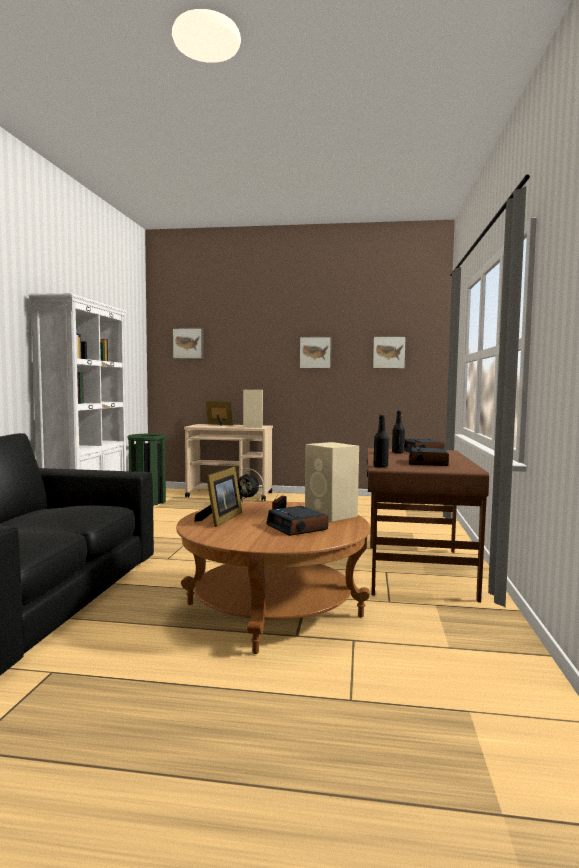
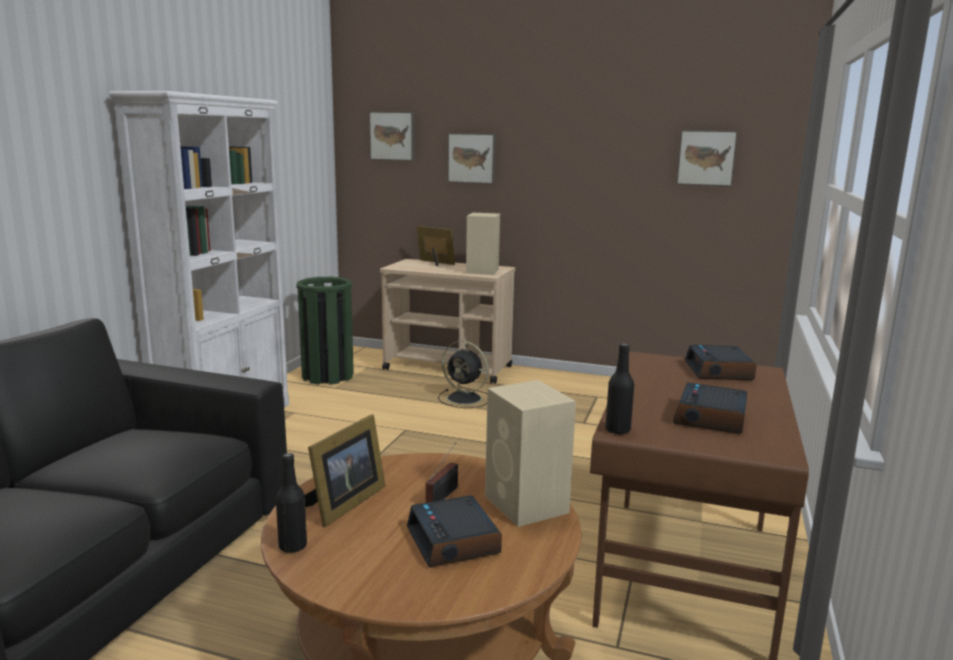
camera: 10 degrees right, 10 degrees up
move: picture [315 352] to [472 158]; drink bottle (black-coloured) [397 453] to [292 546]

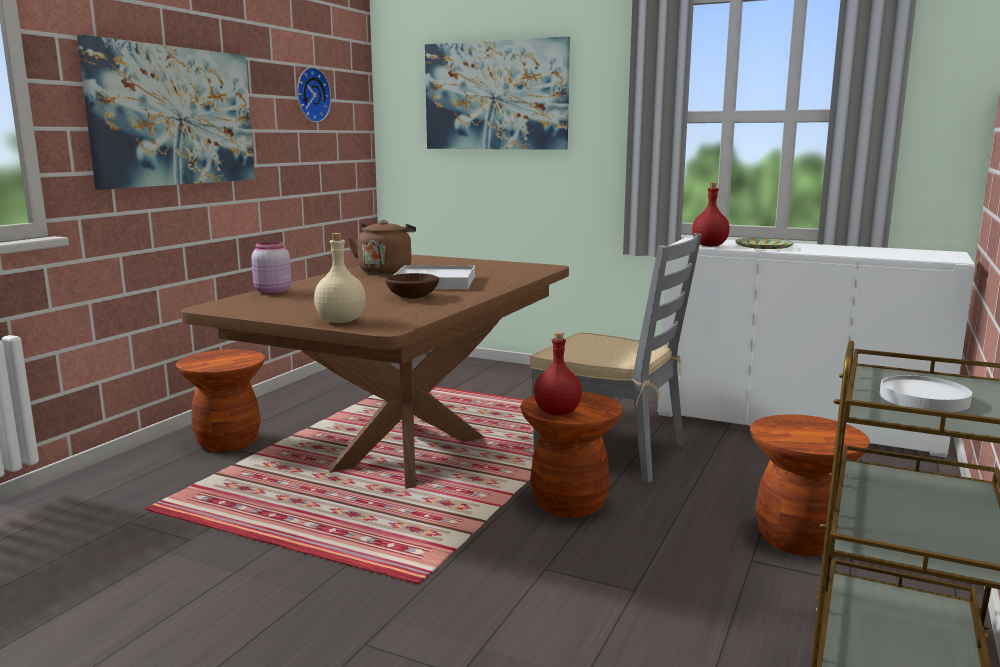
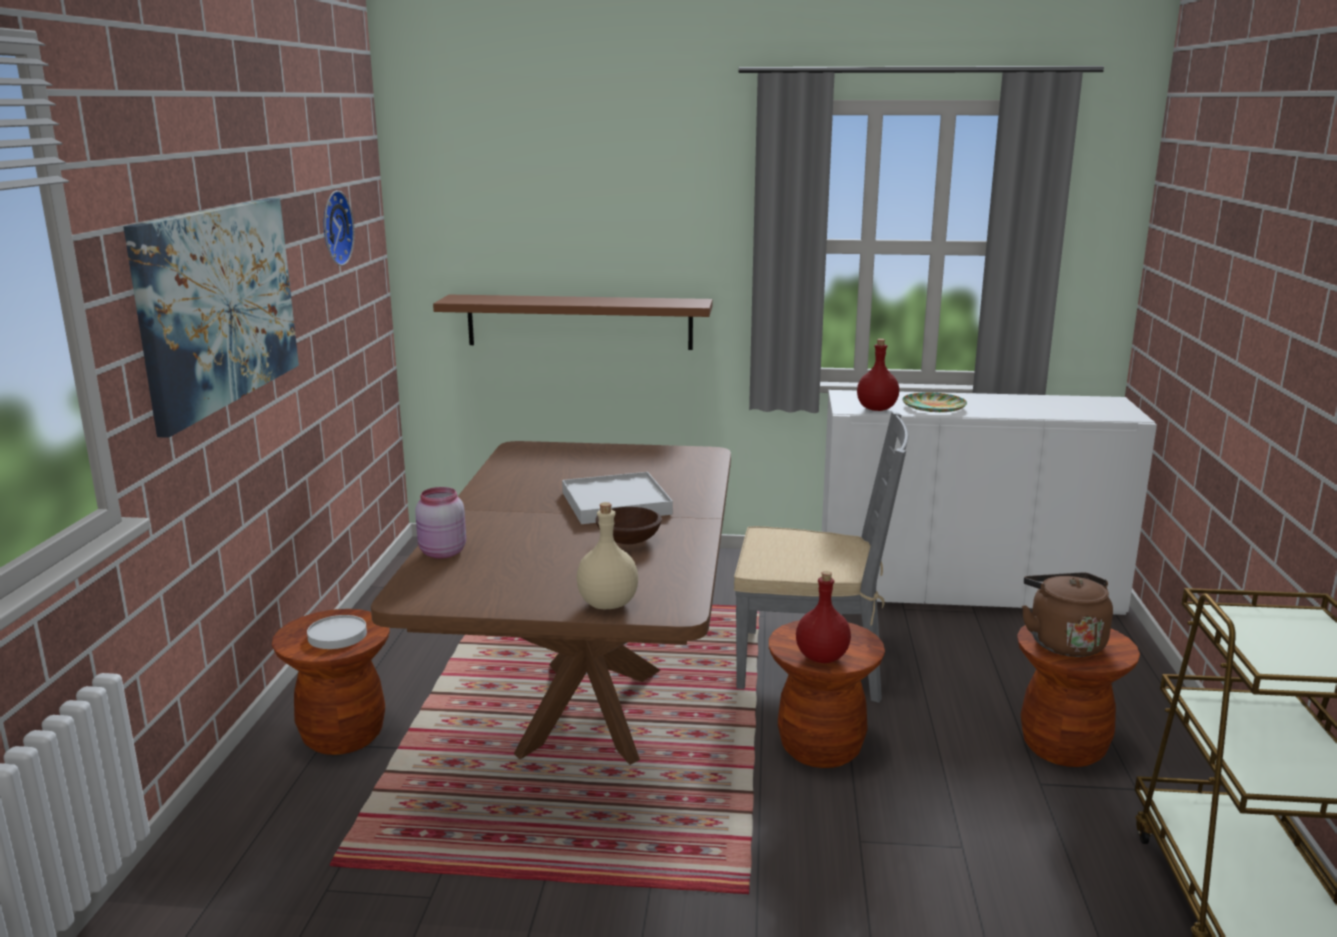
camera: 20 degrees left, 5 degrees up
delete: picture [496 95]
insert: bracket shelf (brown-coloured) [579 322]
move: tea kettle (brown-coloured) [385 271] to [1063 642]; dinner plate (white) [924 399] to [337 635]

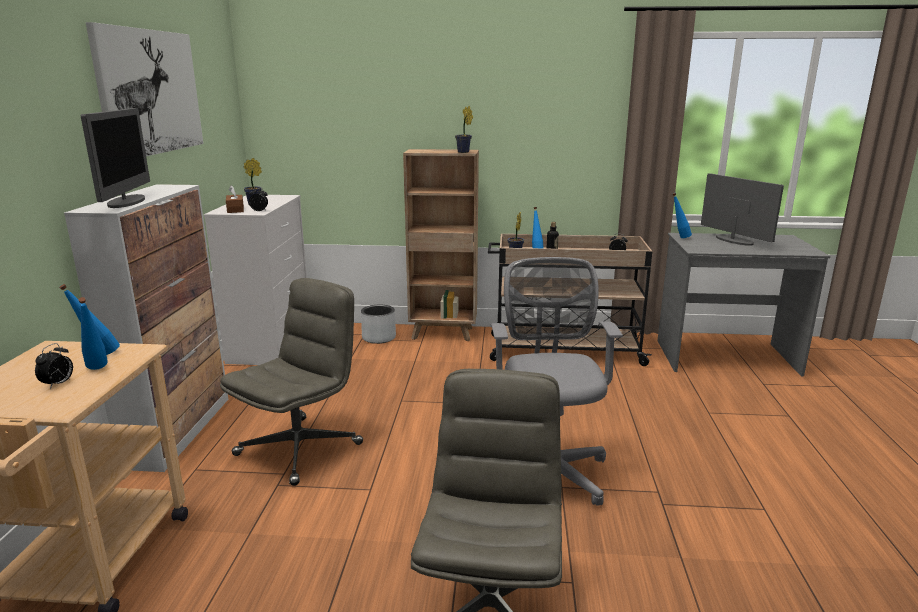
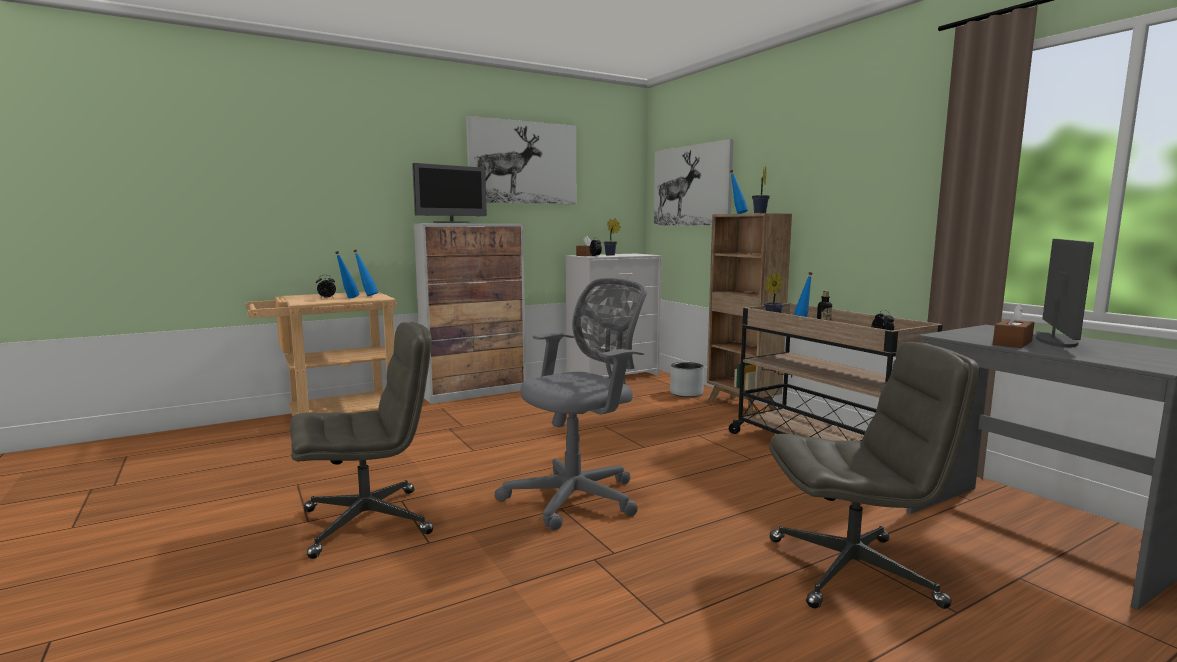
camera: 55 degrees right, 10 degrees down
insert: picture [691 186]; tissue box (brown-coloured) [1012 343]
move: drink bottle (bluish) [679 237] to [737 214]; office chair (greyish) [300 448] to [853 571]

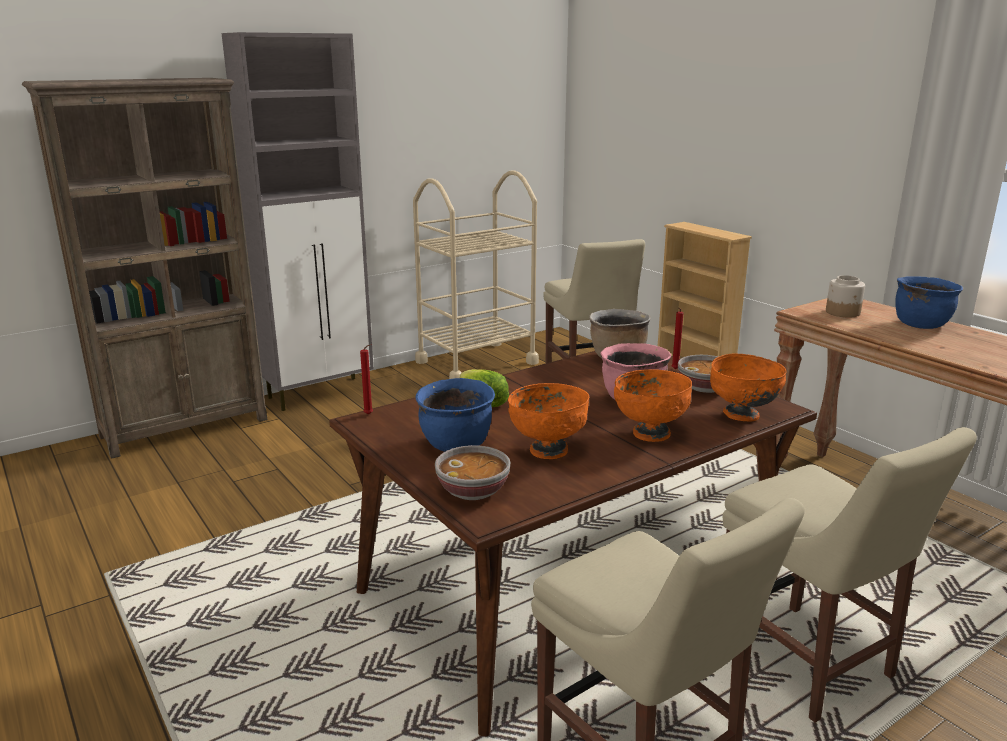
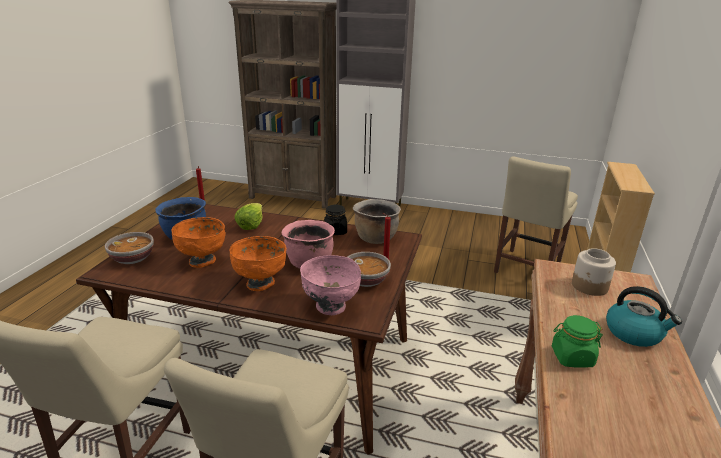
camera: 50 degrees right, 5 degrees up
delete: cart (sand-coloured) [476 362]
insert: jar (black-coloured) [335 231]; jar (green) [572 357]
replace: saucepot (bluish) [920 324] to tea kettle [634 333]
recolor: serving bowl (orange) [742 415] to serving bowl (pink-coloured) [330 307]

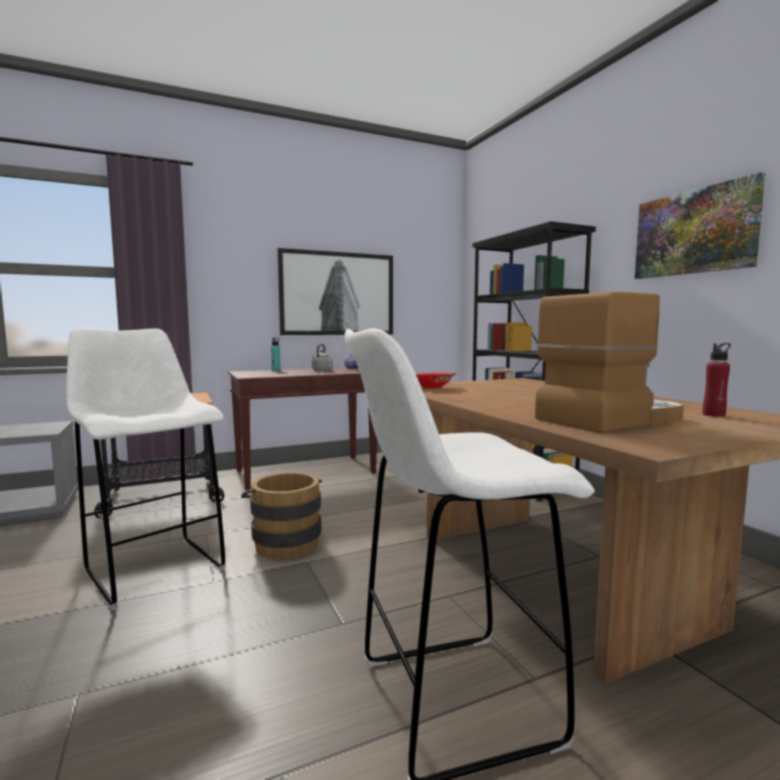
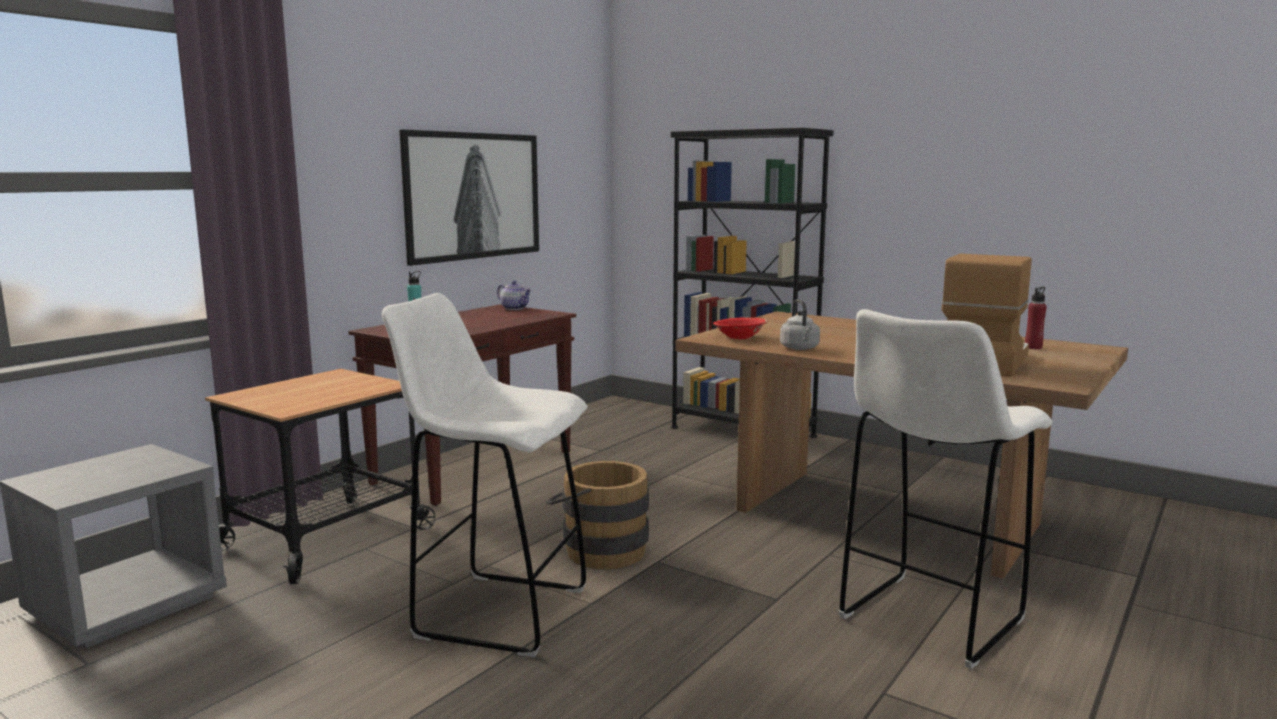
camera: 30 degrees left, 5 degrees up
delete: picture [694 232]
move: tea kettle (greyish) [321 370] to [800 348]

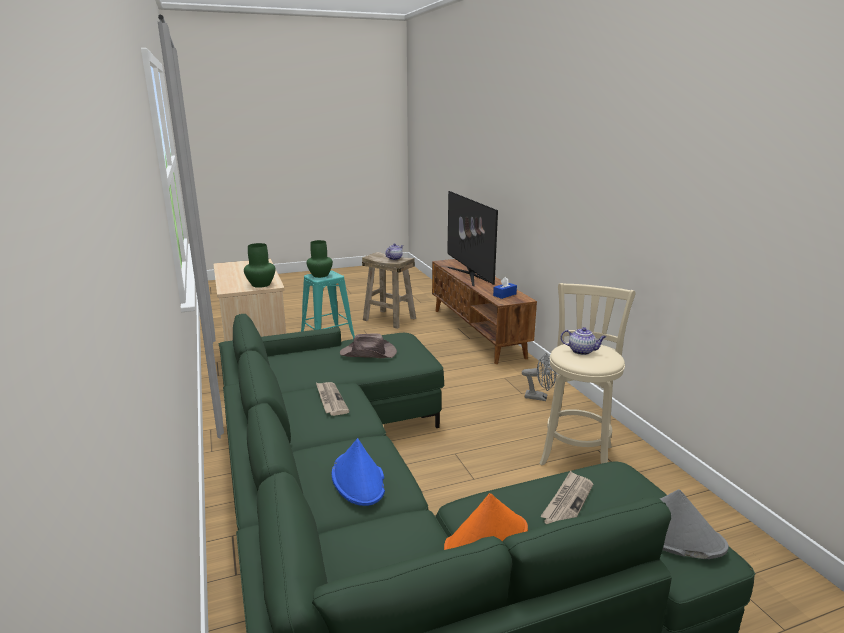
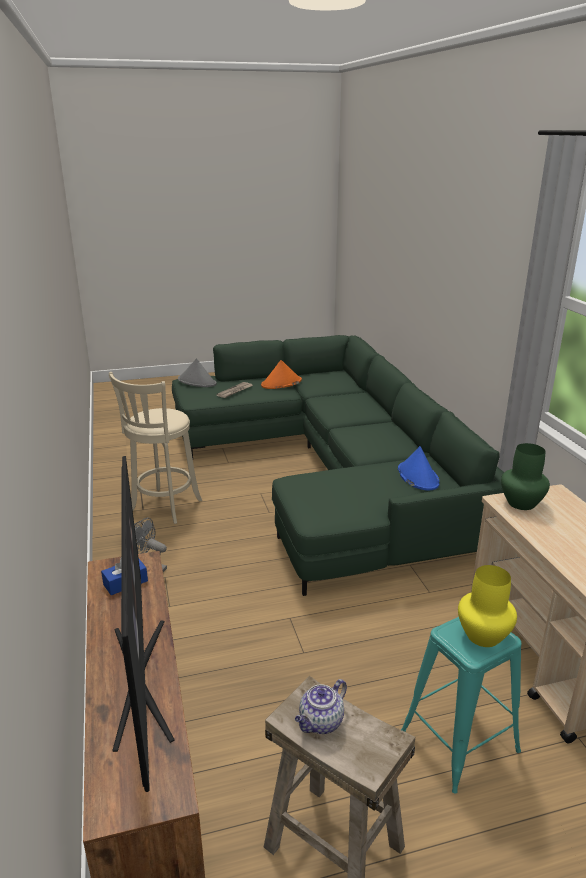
camera: 175 degrees left, 5 degrees up
delete: tea pot [582 351]; clothing hat (brown-coloured) [369 353]; printed paper [330 400]
move: clothing hat (bluish) [358 479] to [417 476]
recolor: vase (green) [320 275] to vase (yellowish) [484 636]

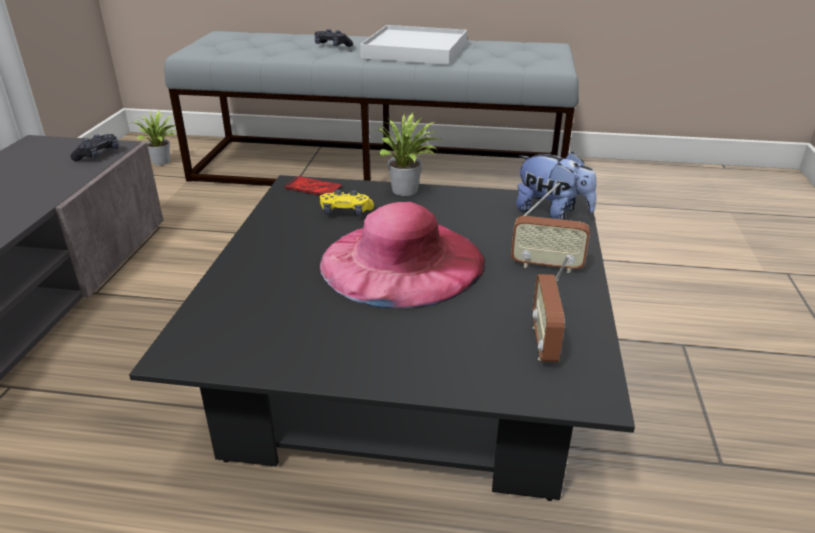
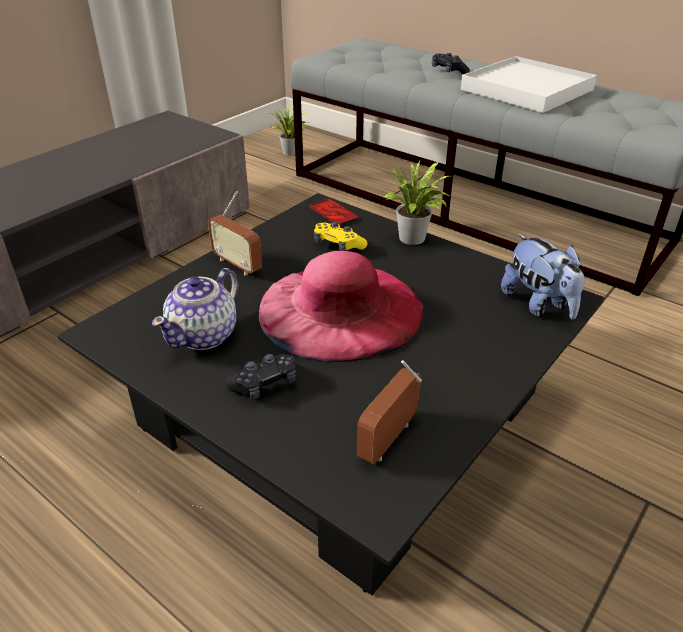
camera: 30 degrees right, 5 degrees up
insert: tea pot [204 335]
move: game controller (black-coloured) [98 155] to [264 384]; radio [546 265] to [237 265]

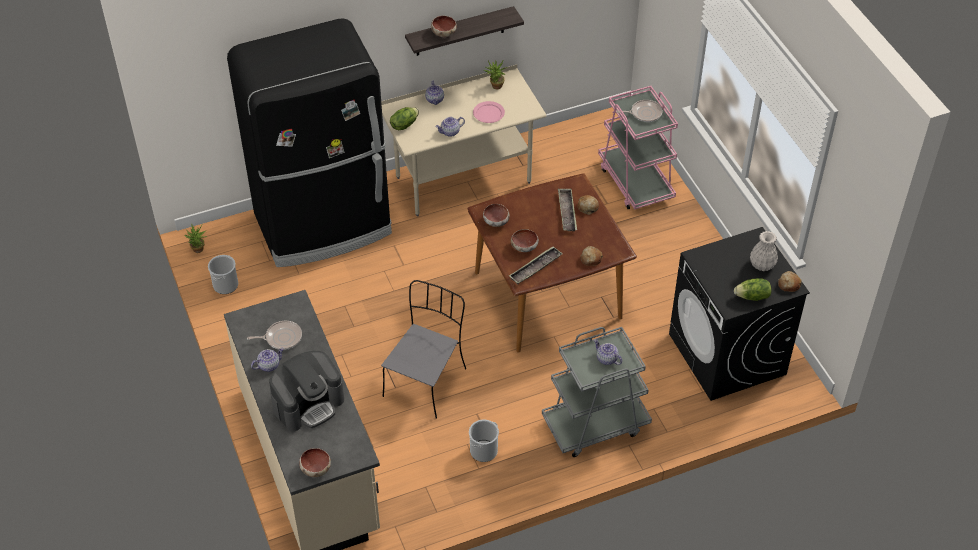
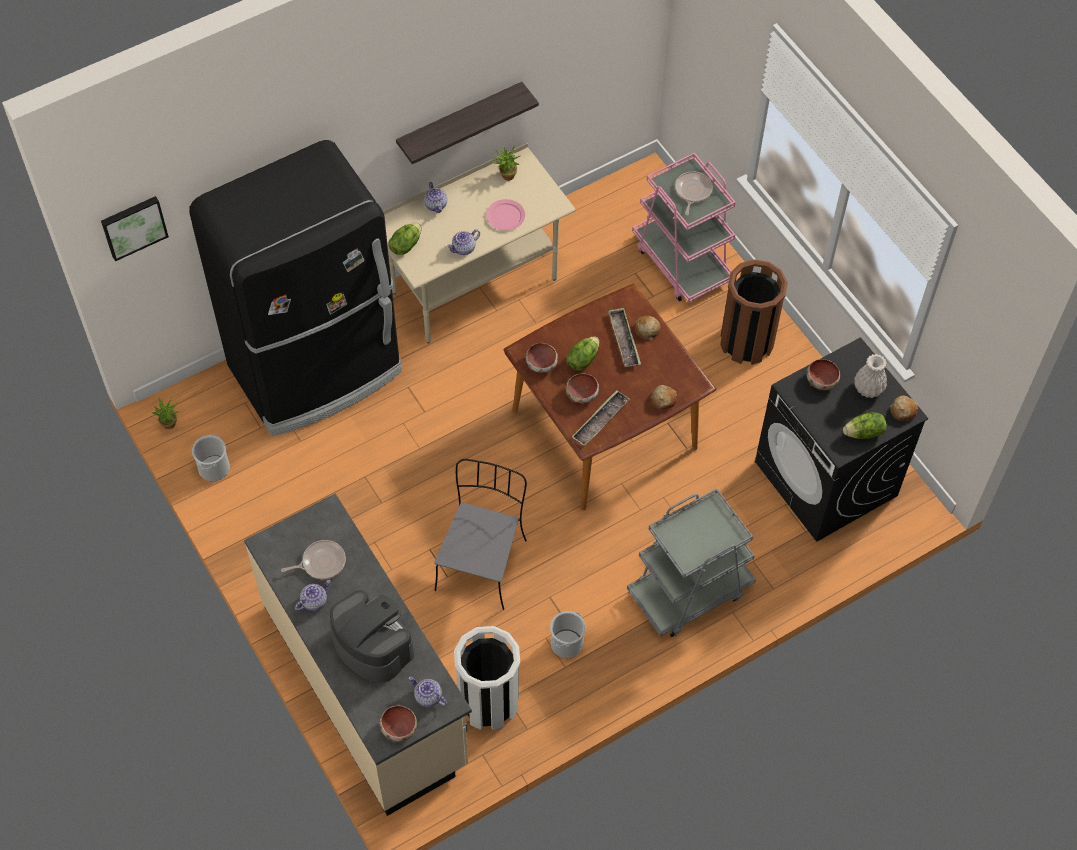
camera: 10 degrees left, 10 degrees up
insert: picture [133 226]; trash can (brown-coloured) [746 342]; lettuce head [582 359]; trash can (white) [488 702]
move: serving bowl [443 33] to [821 380]; tea pot [606 359] to [427 697]
rotate: skillet [644 113] = [692 191] 60 degrees counterclockwise; coffee machine [308 403] = [372 645] 90 degrees counterclockwise

